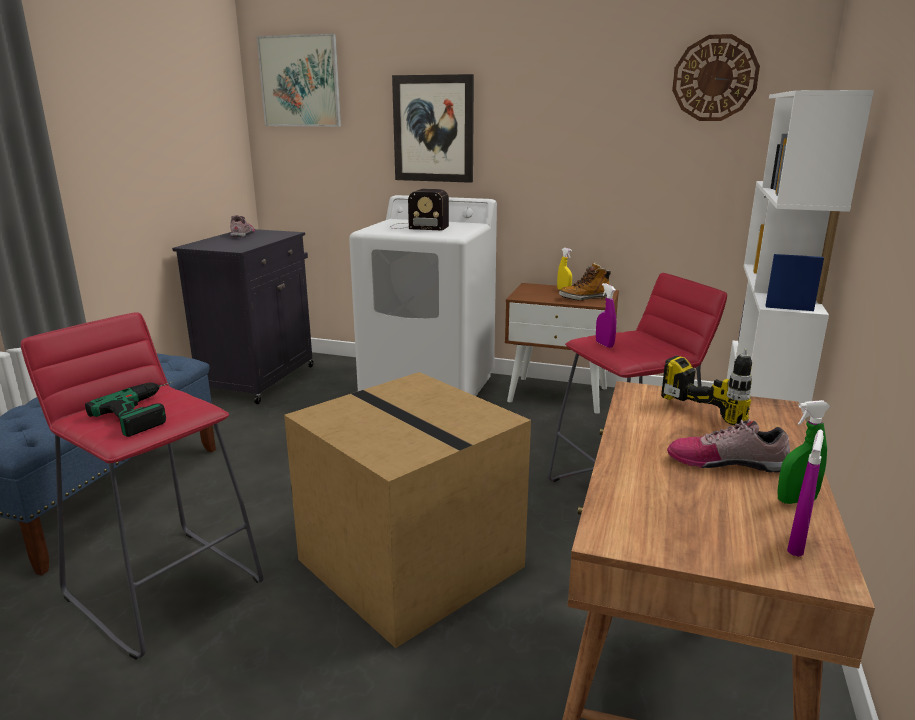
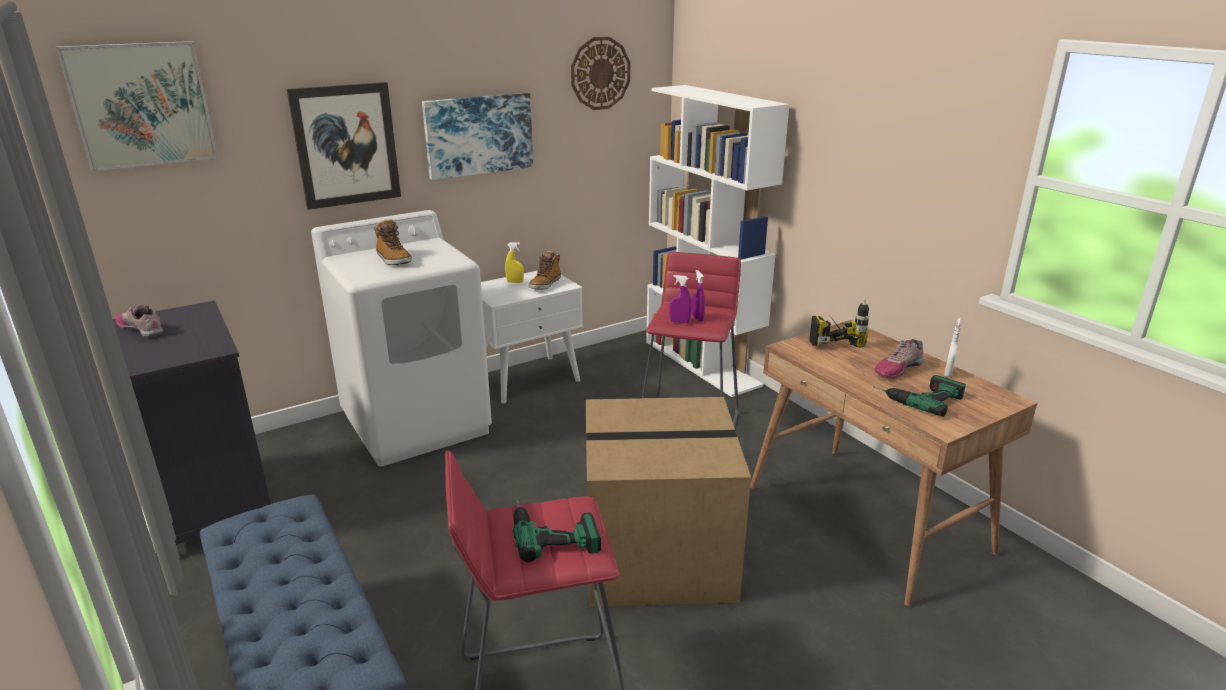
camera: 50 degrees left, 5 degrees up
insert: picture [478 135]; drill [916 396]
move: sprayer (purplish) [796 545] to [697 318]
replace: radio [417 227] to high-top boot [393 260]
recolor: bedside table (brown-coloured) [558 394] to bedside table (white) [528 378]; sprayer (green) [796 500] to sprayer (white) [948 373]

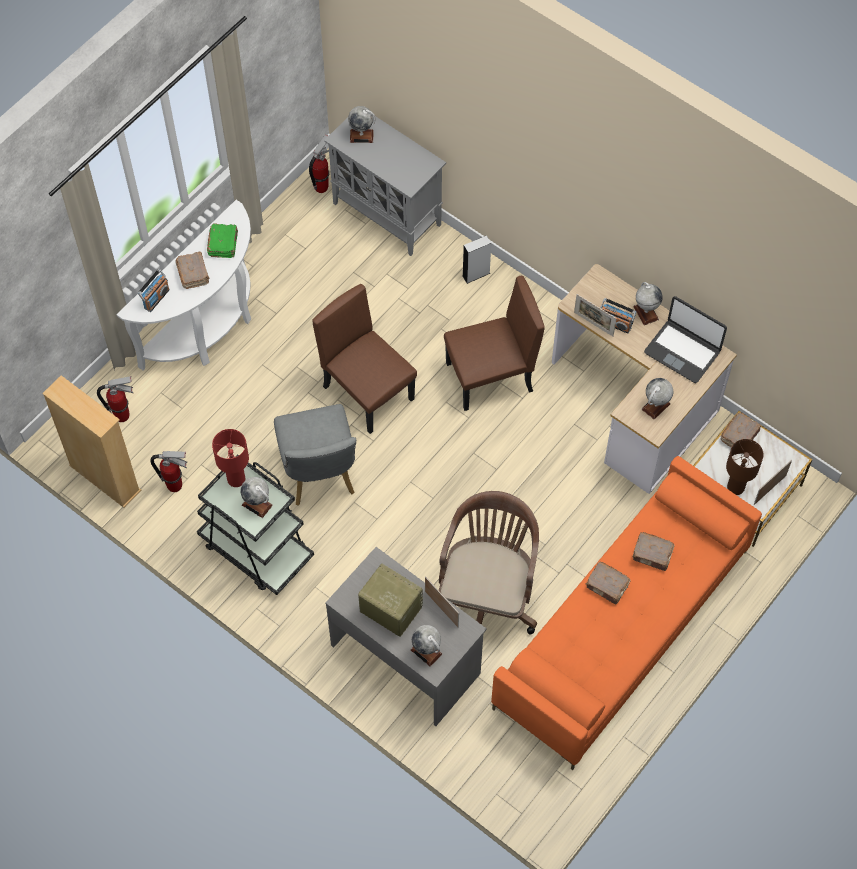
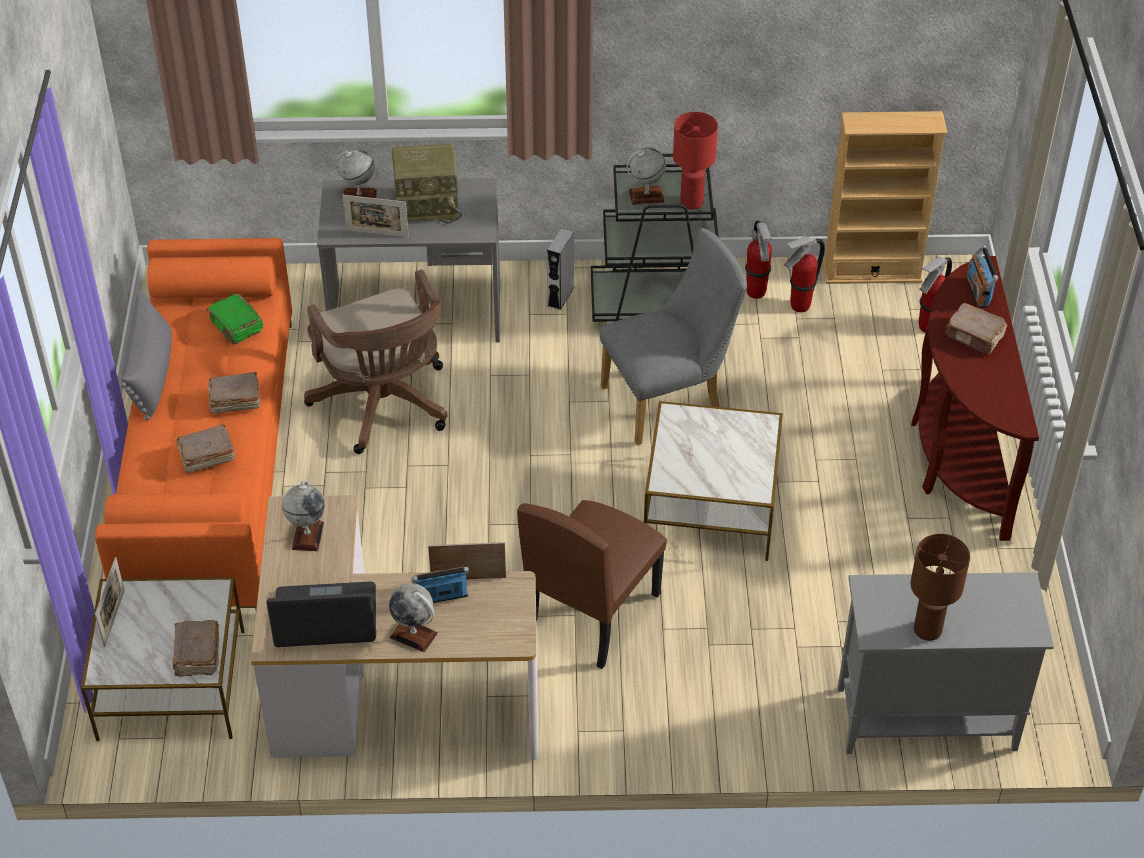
camera: 140 degrees right, 15 degrees down
delete: desk globe [361 136]
insert: throw pillow (greyish) [151 373]
move: fire extinguisher [321 187] to [756 293]; bound book (green) [223 244] to [236 326]; speaker (greyish) [476 274] to [560 296]; tabletop lamp (brown-coloured) [735 487] to [928 630]
replace: plain chair (brown-coloured) [368 392] to end table [711 507]
recolor: hall table (white) [207 328] to hall table (brown-coloured) [958 455]
rotate: plain chair (greyish) [319 476] = [670 400] 120 degrees clockwise

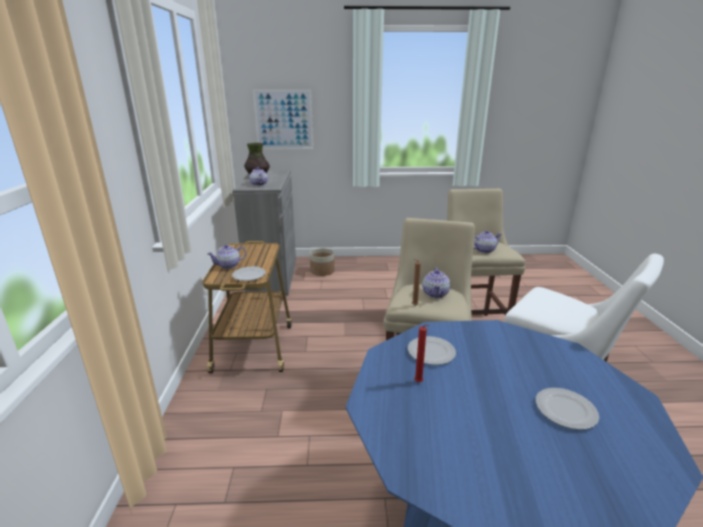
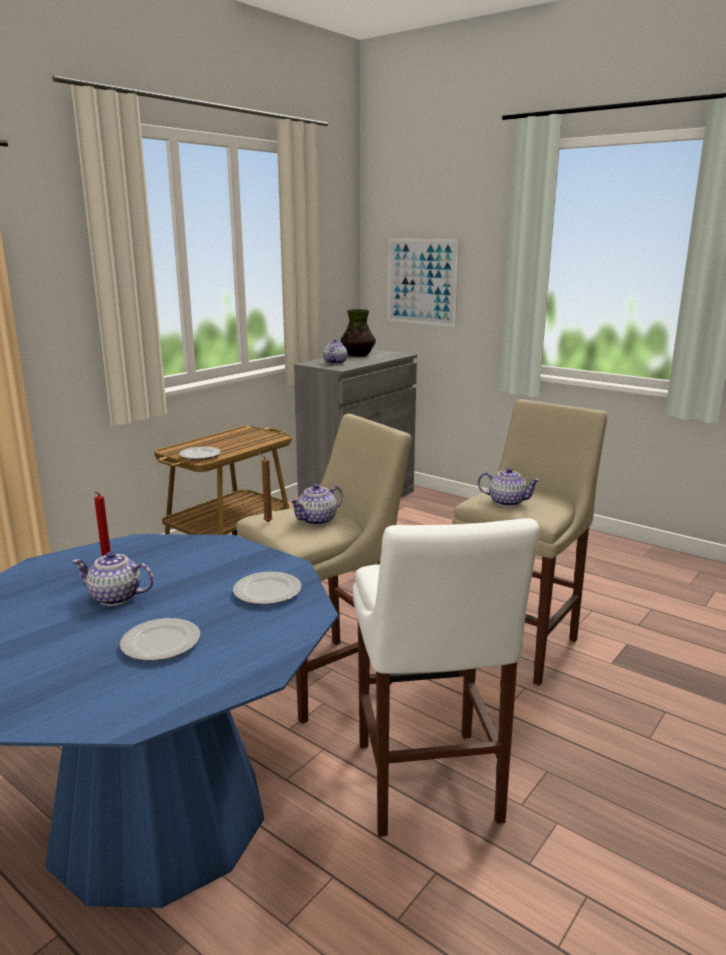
camera: 40 degrees right, 5 degrees down
delete: plant pot [322 271]
move: tea pot [229 265] to [116 598]; dinner plate [431 353] to [266 592]

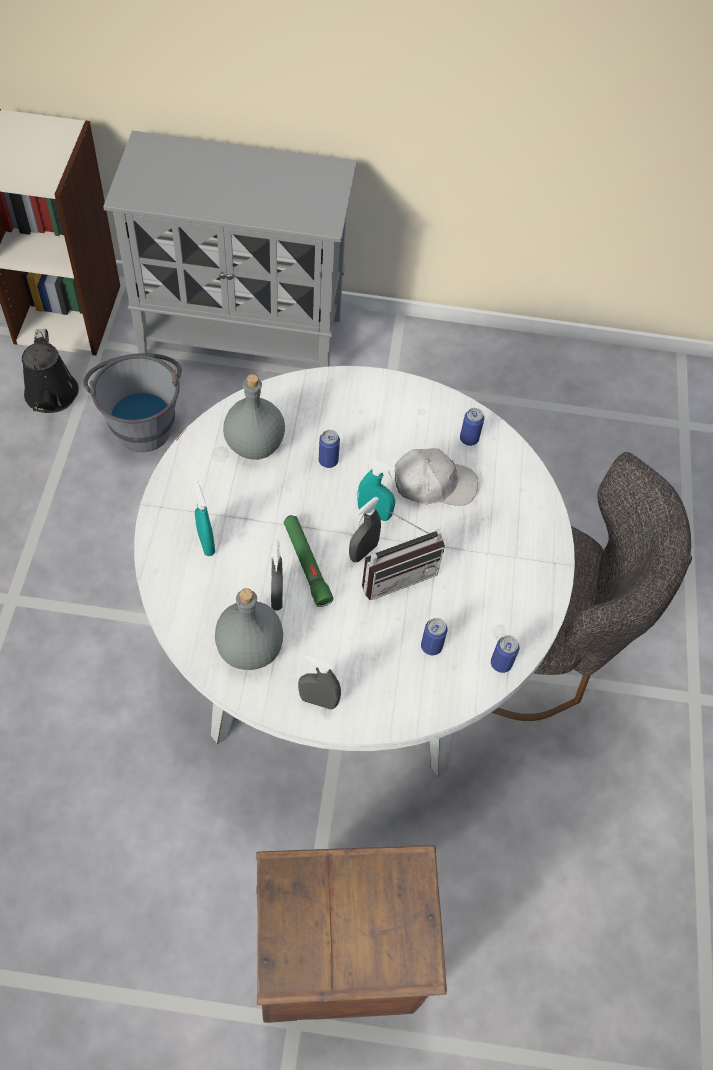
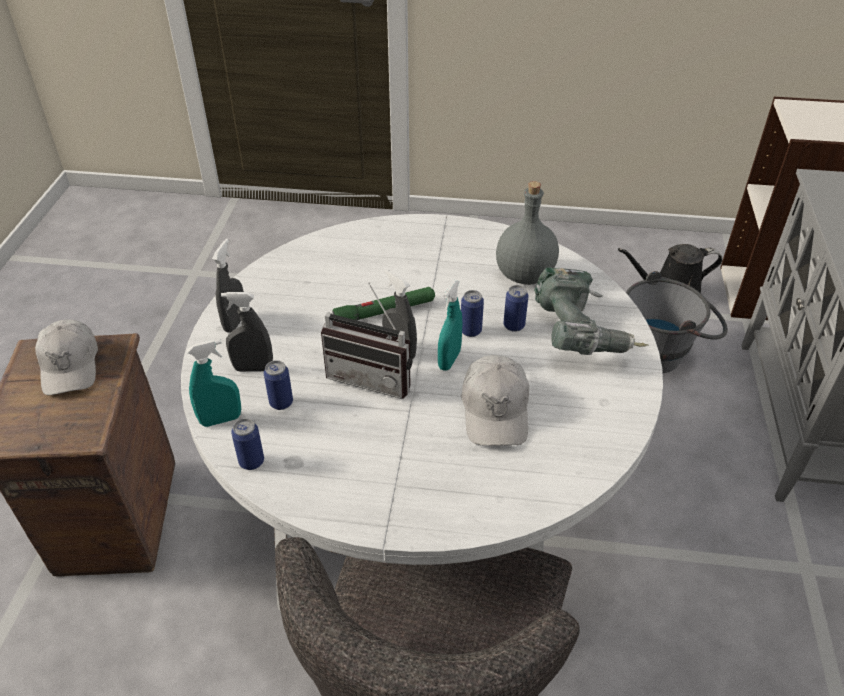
camera: 95 degrees right, 15 degrees down
delete: drink bottle (greyish) [249 650]
insert: drill [581 334]; baseball cap (white) [70 365]
move: can [469 439] to [470 331]; sprayer (turquoise-coloured) [206 543] to [221 419]; sprayer (greyish) [277 596] to [253 368]
rotate: radio [396 573] = [373 377] 45 degrees counterclockwise

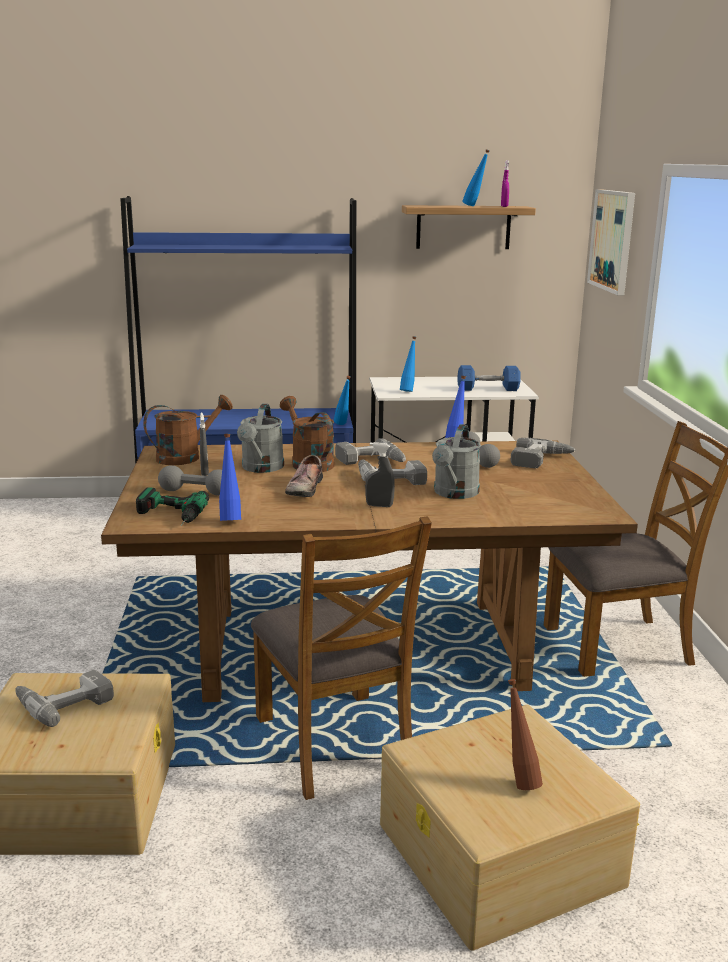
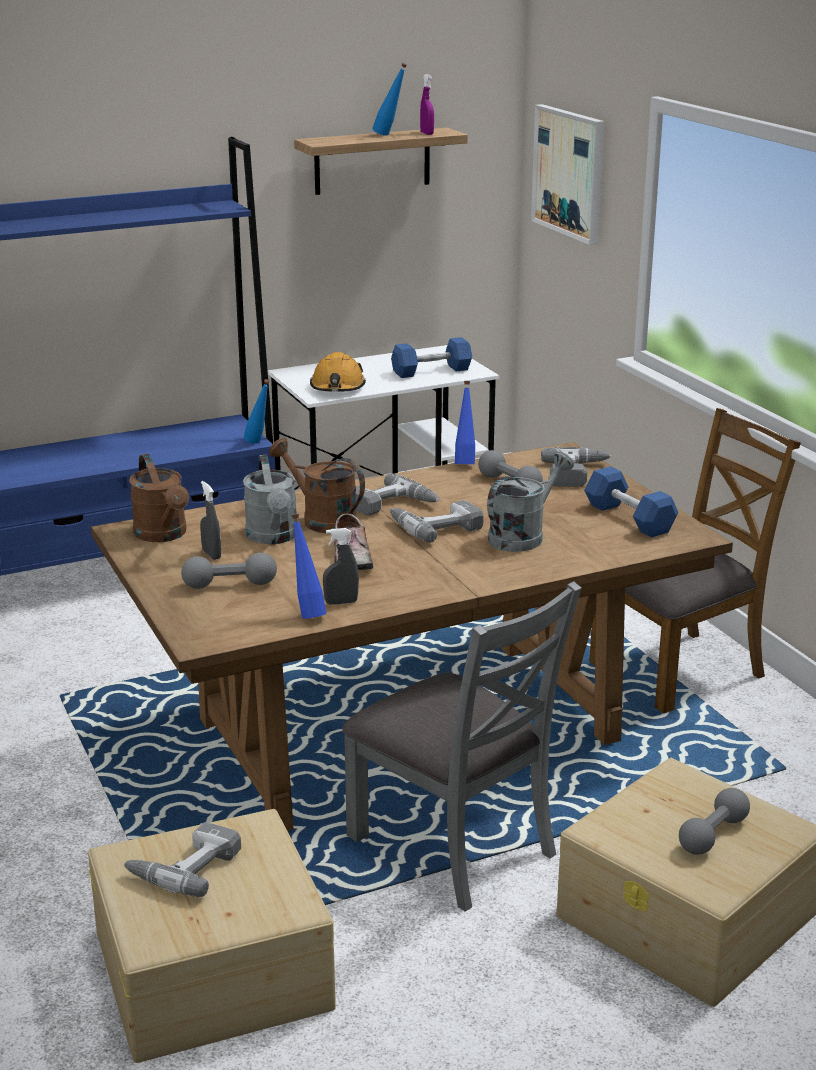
camera: 20 degrees left, 5 degrees up
delete: drill [168 516]
insert: free weight (bluish) [629 518]
move: sprayer (greyish) [379 505] to [341 602]
replace: drink bottle (bluish) [408 391] to hard hat (orange) [337 387]; drink bottle (brown-coloured) [519 780] to free weight (greyish) [713 835]
recolor: plain chair (brown-coloured) [335 743] to plain chair (greyish) [454 845]
rotate: watering can (brown-coloured) [186 457] = [164 535] 120 degrees clockwise; watering can (greyish) [454 494] = [522 536] 135 degrees counterclockwise

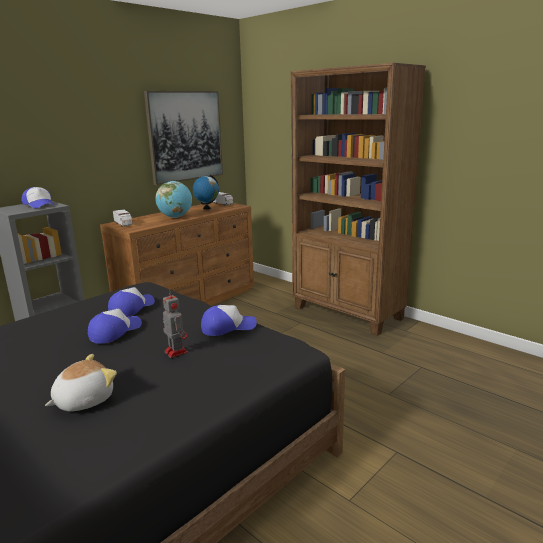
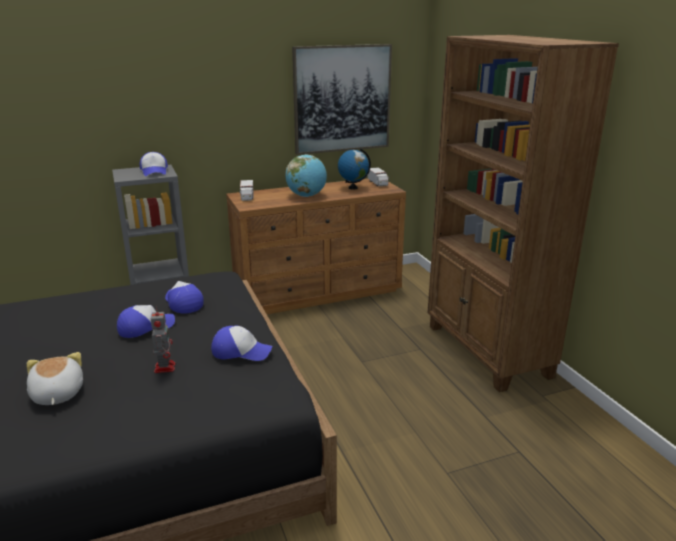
camera: 25 degrees right, 5 degrees up
rotate: baseball cap [131 308] = [183 302] 90 degrees counterclockwise; cuddly toy [83 400] = [56 394] 90 degrees counterclockwise

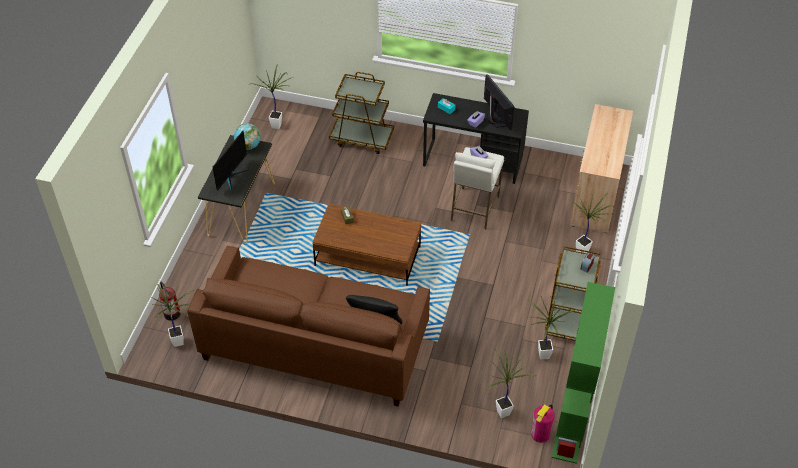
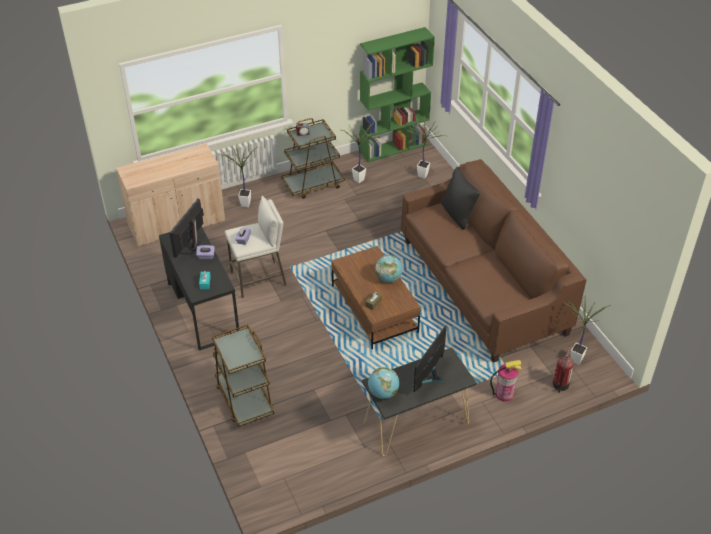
camera: 130 degrees left, 5 degrees down
delete: plant in a pot [278 125]
insert: desk globe [388 278]
move: fire extinguisher [540 434] to [504 394]
rotate: computer display [231 176] = [430 377] 45 degrees counterclockwise

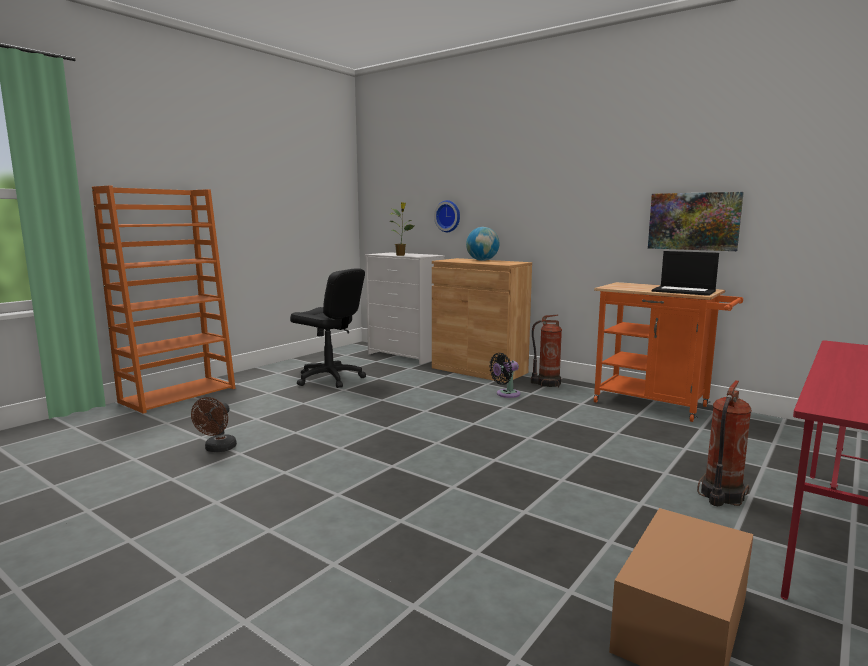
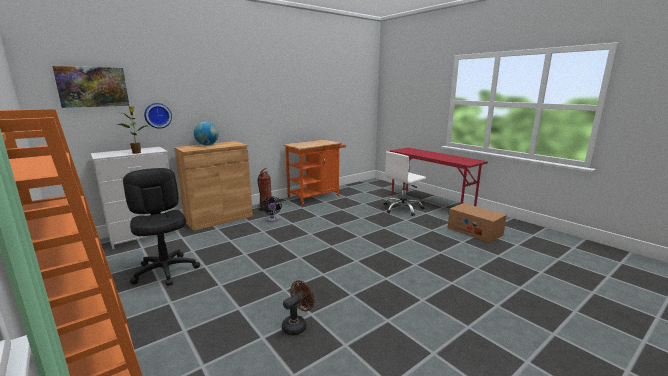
camera: 75 degrees left, 5 degrees up
delete: laptop [684 291]
move: picture [693 221] to [93 87]
replace: fire extinguisher [720 496] to office chair (white) [402 209]
rotate: office chair (black-coloured) [329 379] = [166 270] 75 degrees counterclockwise; electric fan (brown-coloured) [218 449] = [297 325] 75 degrees counterclockwise

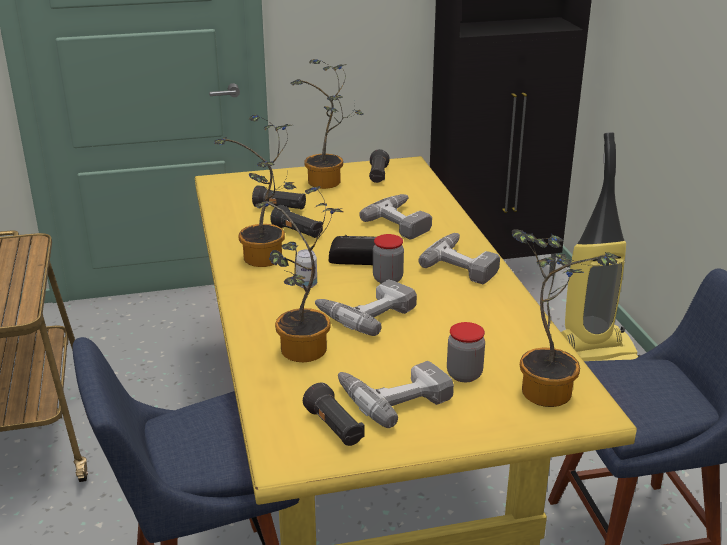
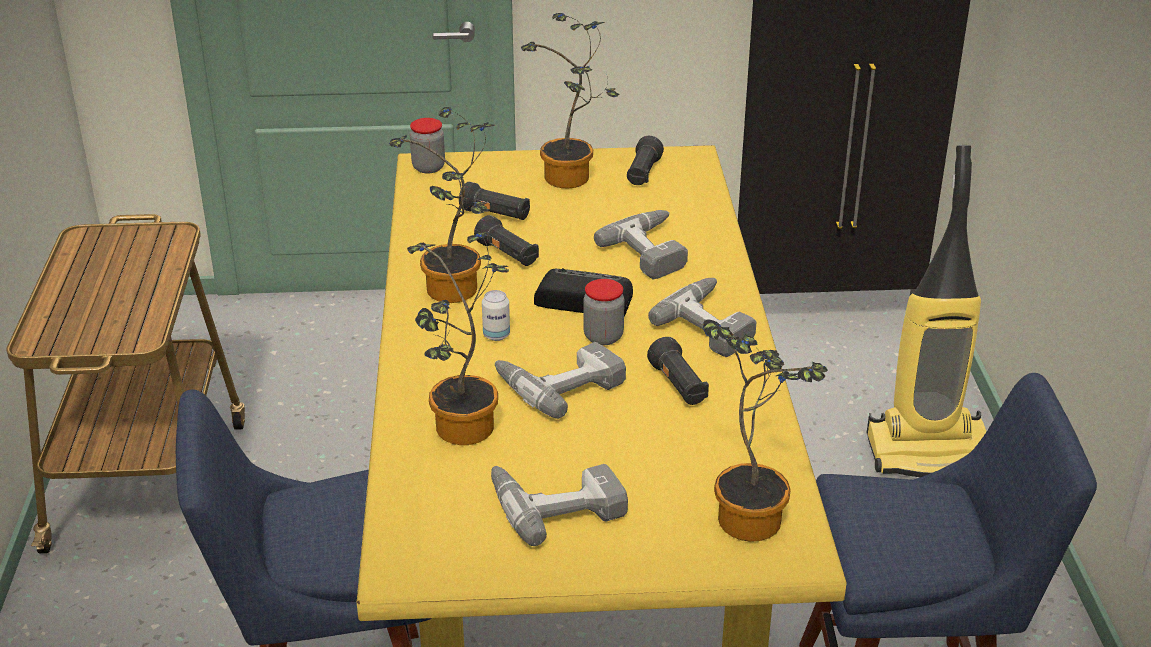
camera: 10 degrees right, 5 degrees up
move: jar [464 374] to [428 167]; hand torch (black-coloured) [334 428] to [678 386]

